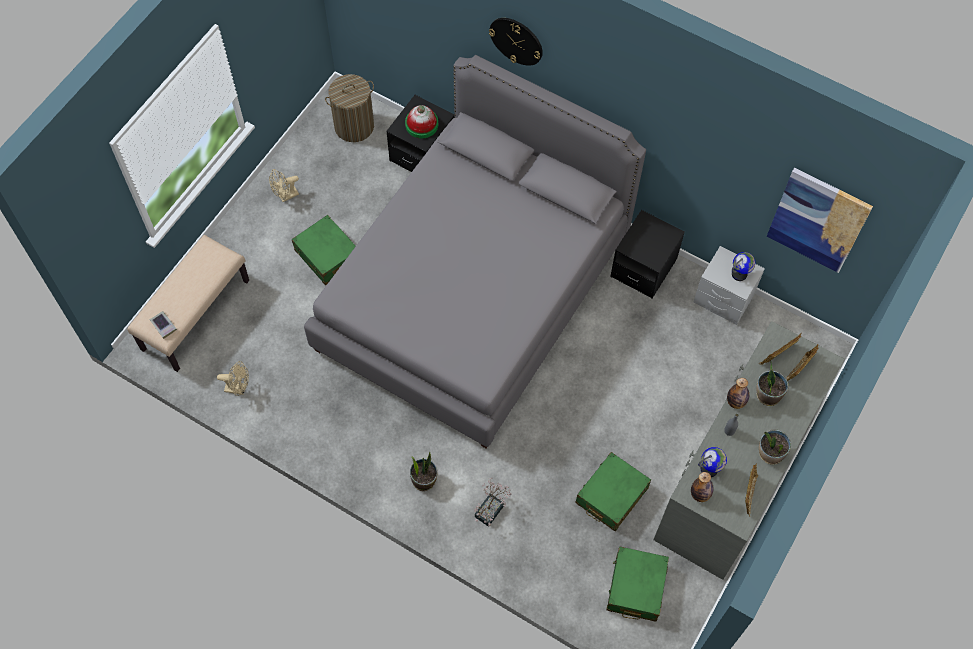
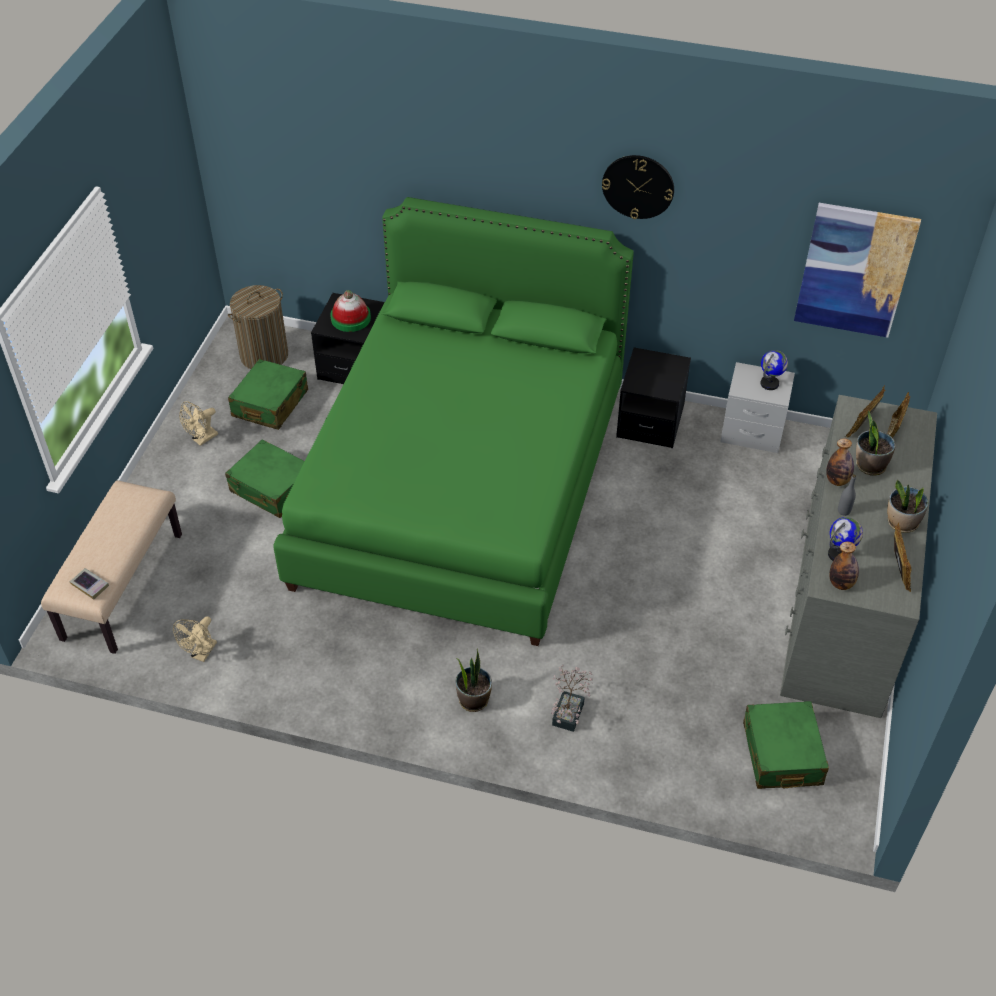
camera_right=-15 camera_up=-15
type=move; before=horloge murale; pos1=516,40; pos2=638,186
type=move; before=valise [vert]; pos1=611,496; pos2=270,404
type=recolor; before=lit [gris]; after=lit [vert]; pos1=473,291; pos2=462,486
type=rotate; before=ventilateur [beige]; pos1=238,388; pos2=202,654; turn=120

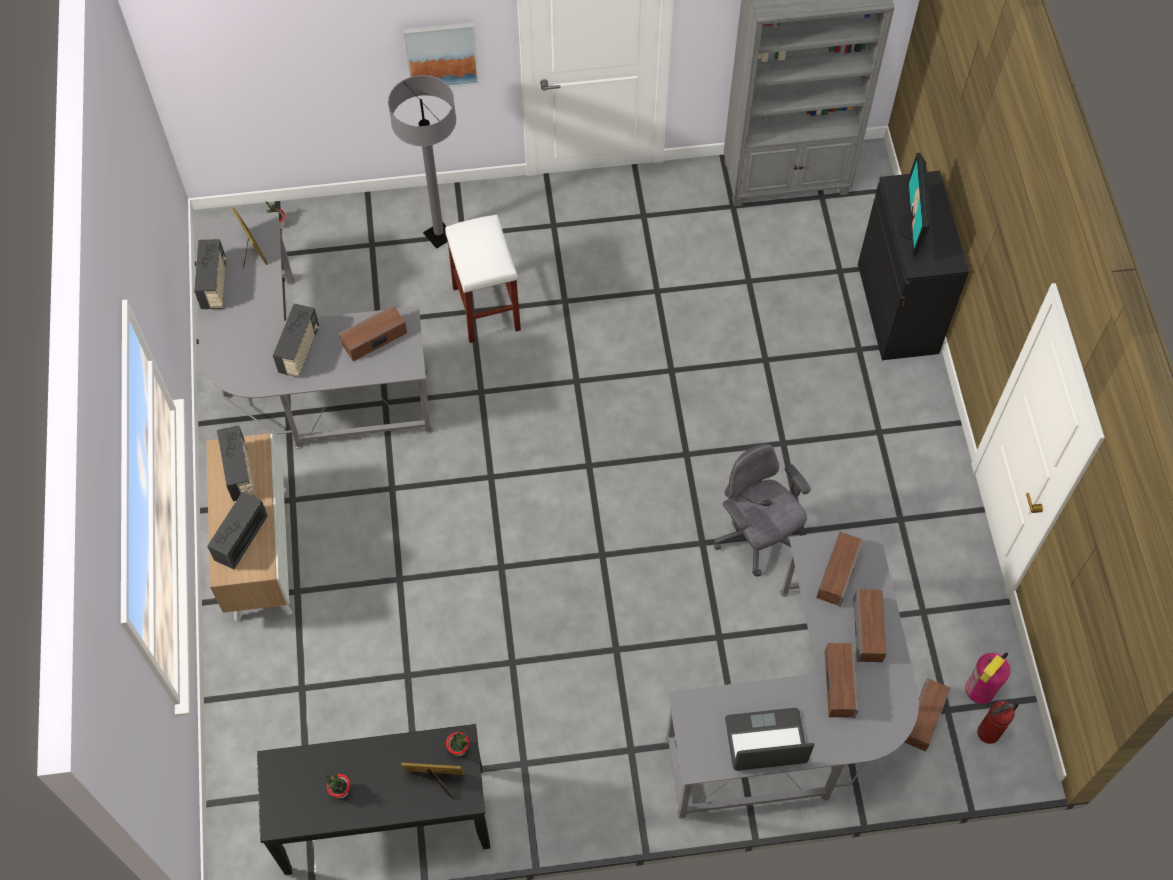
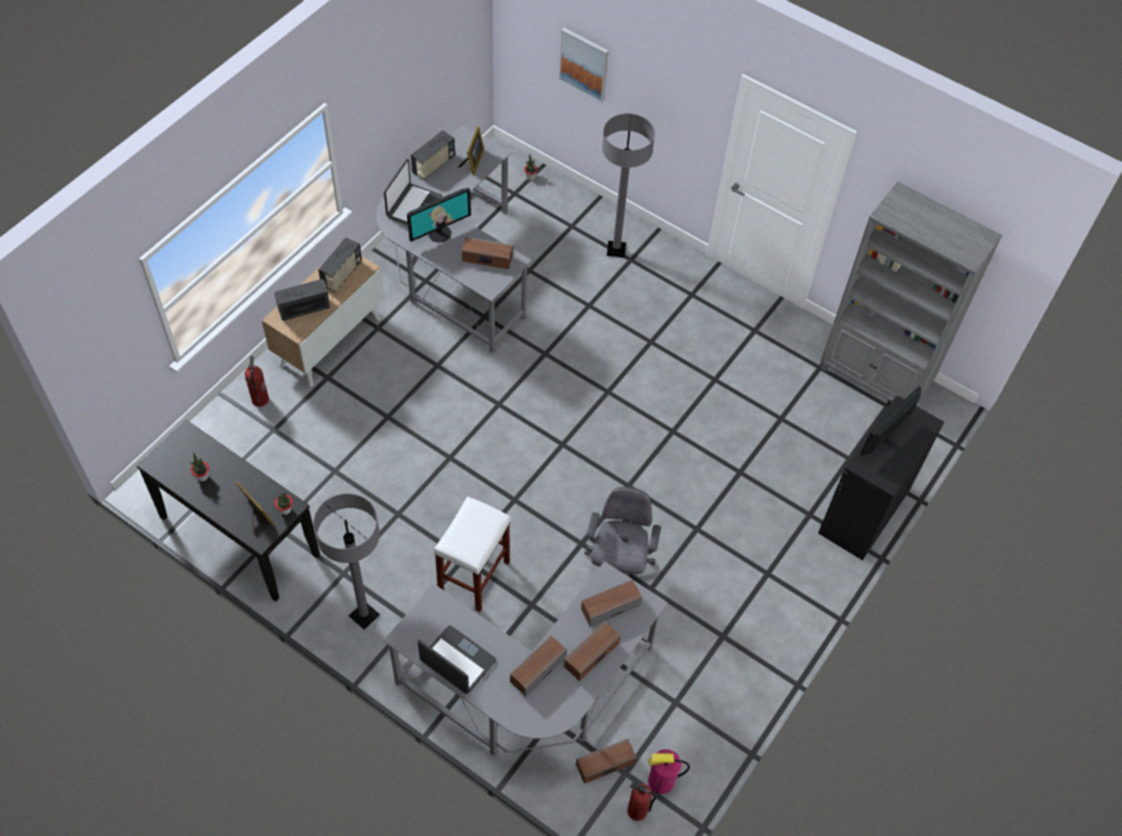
camera_right=40 camera_up=-5
type=insert; after=extincteur; pos2=260,399
type=insert; after=lampadaire [gris]; pos2=364,616
type=insert; after=ordinateur portable; pos2=413,206
type=move; before=tableau; pos1=441,54; pos2=584,64
type=move; before=tabouret [blanc]; pos1=487,309; pos2=474,577
type=replace; before=radio; after=écran d'ordinateur; pos1=299,350; pos2=439,233

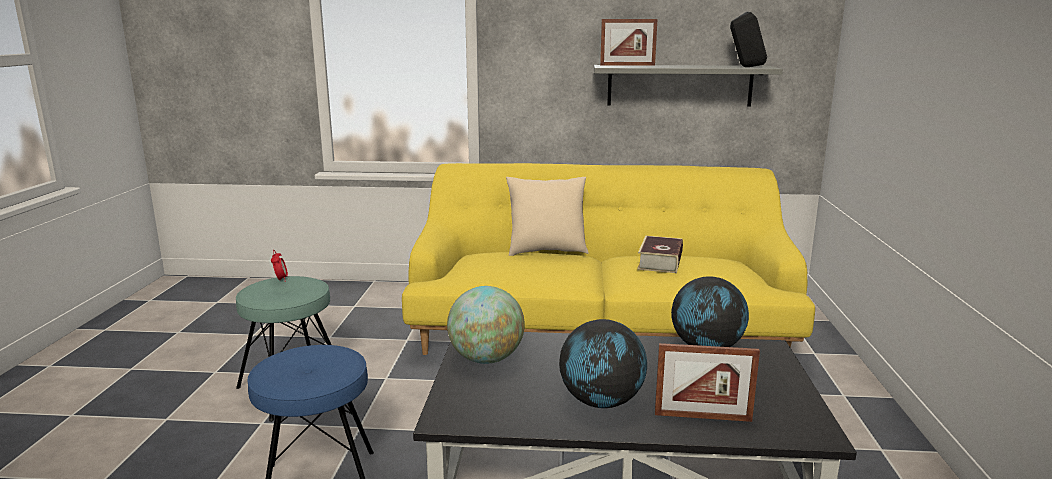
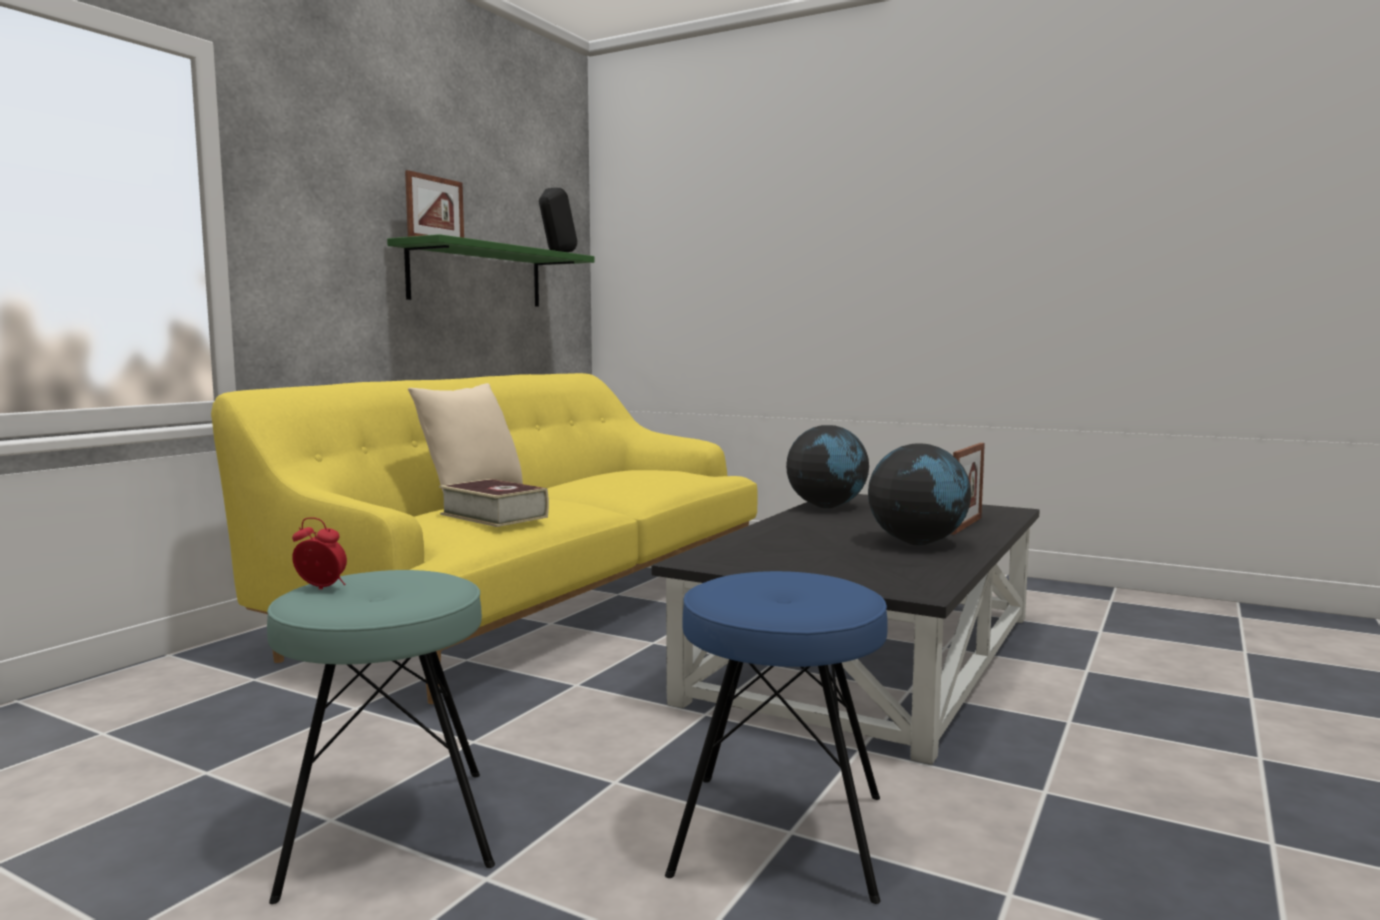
camera_right=-65 camera_up=-10
type=delete; before=globe; pos1=486,359
type=move; before=livre; pos1=660,262; pos2=494,516
type=recolor; before=étagère [gris]; after=étagère [vert]; pos1=679,85; pos2=477,276

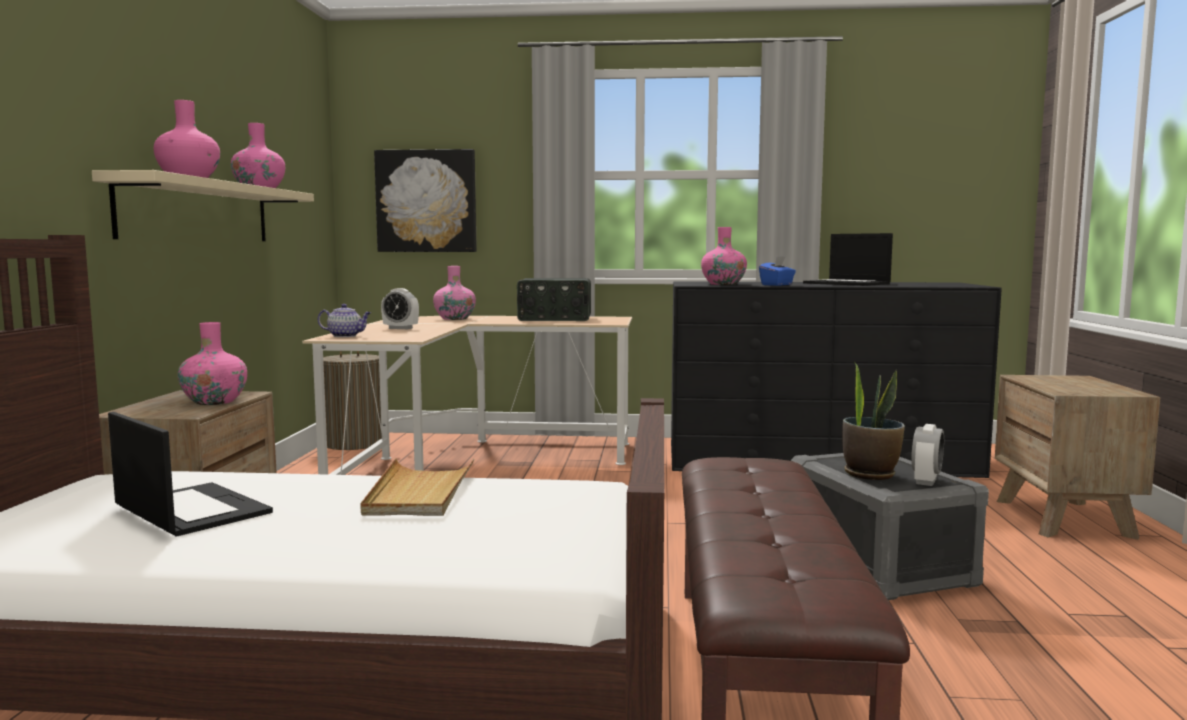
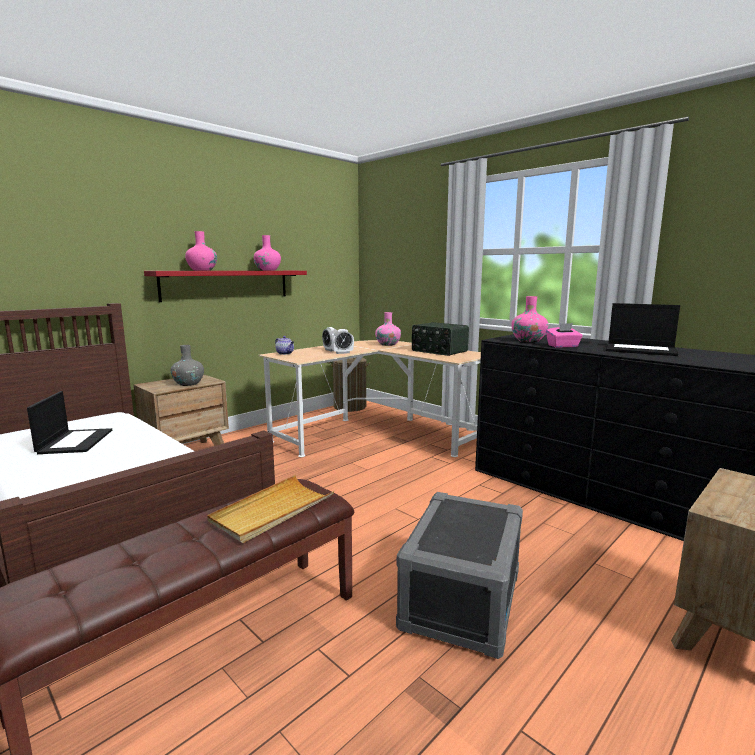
camera_right=40 camera_up=5
type=delete; before=tableau; pos1=426,201
type=delete; before=plante en pot; pos1=870,474
type=move; before=plateau [beige]; pos1=419,493; pos2=272,511
type=move; before=réveil; pos1=926,481; pos2=342,353
type=recolor; before=étagère [beige]; after=étagère [rouge]; pos1=198,212; pos2=227,284
type=recolor; before=vase [rose]; after=vase [gris]; pos1=215,401; pos2=188,383
type=recolor; before=boîte à mouchoirs [bleu]; after=boîte à mouchoirs [rose]; pos1=777,285; pos2=563,346
type=rotate; before=ordinateur portable; pos1=847,283; pos2=641,350; turn=-60

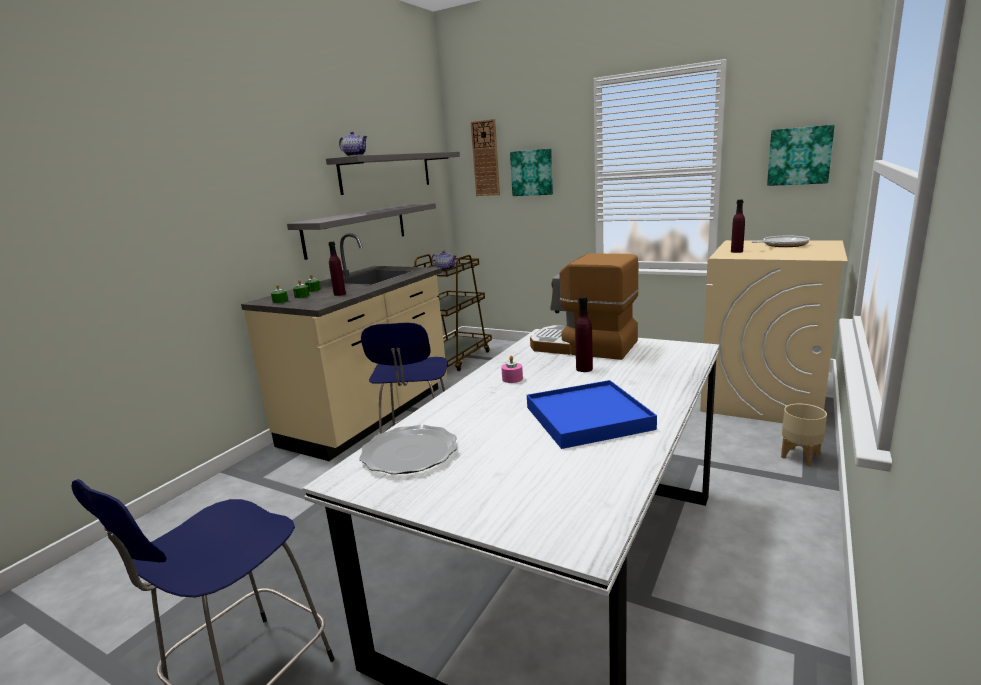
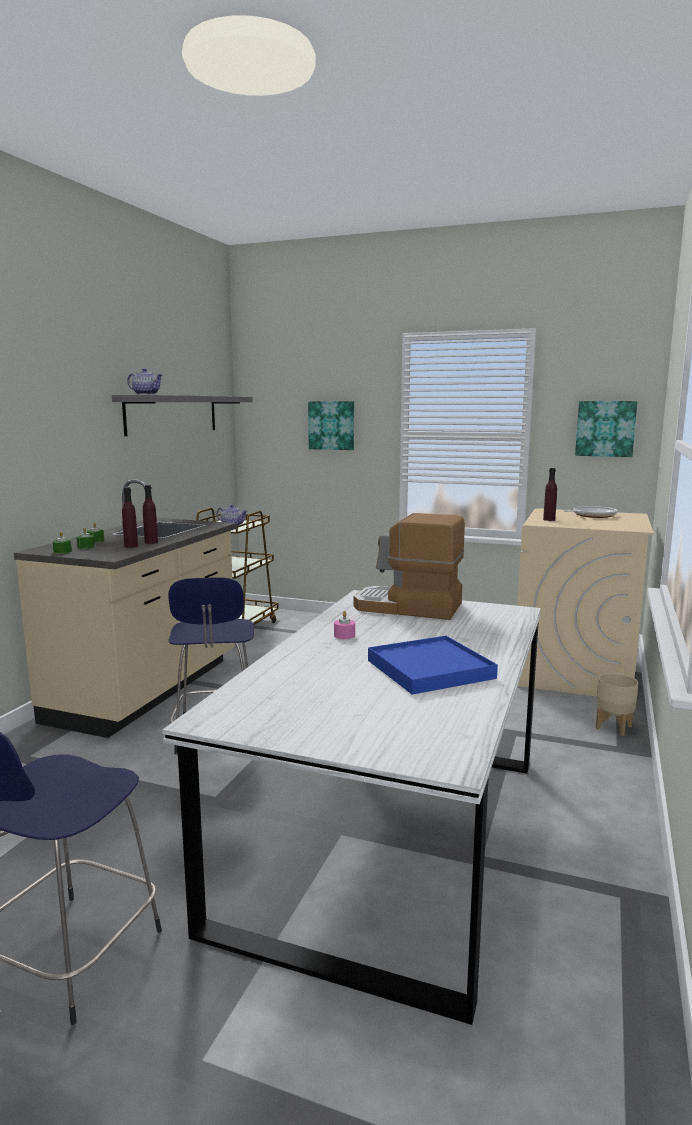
camera_right=-10 camera_up=-5
type=delete; before=étagère [gris]; pos1=356,229
type=delete; before=assiette; pos1=410,453
type=delete; before=horloge murale; pos1=485,158
type=move; before=bouteille [violet]; pos1=584,369; pos2=151,542

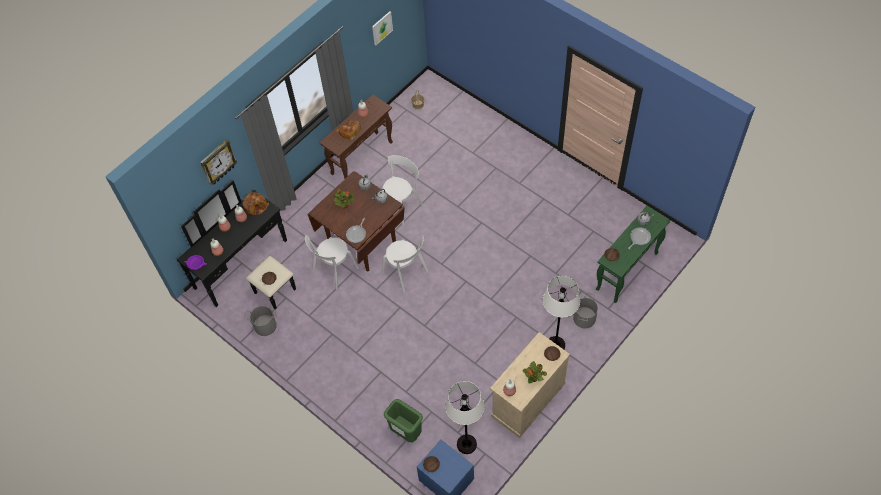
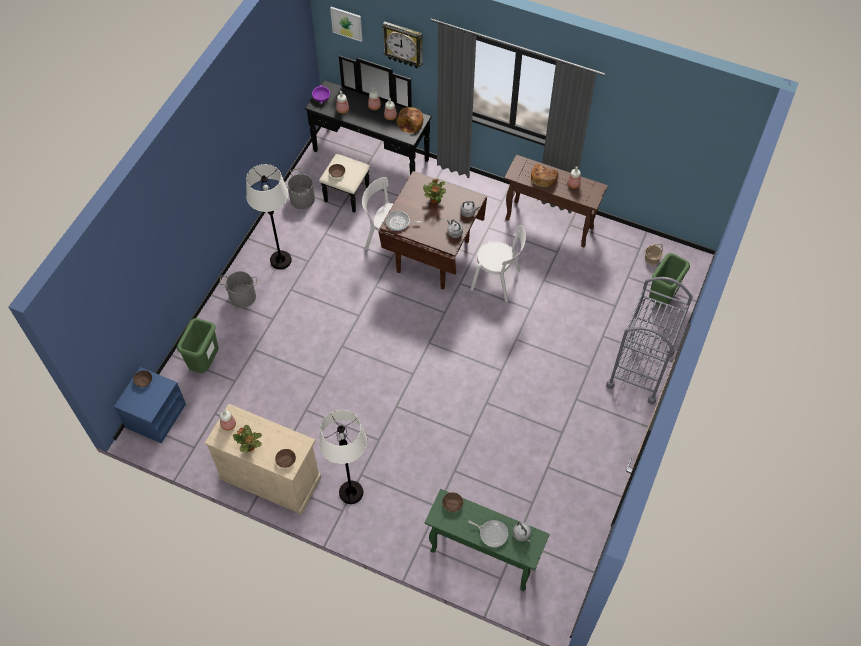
camera_right=70 camera_up=0
type=delete; before=chaise [blanc]; pos1=406,273
type=insert; after=chariot [gris]; pos2=640,369
type=insert; after=poubelle [vert]; pos2=662,298
type=move; before=tableau; pos1=382,28; pos2=347,23
type=move; before=lampadaire [blanc]; pos1=466,444; pos2=280,260
type=move; before=seau [gris]; pos1=584,318; pos2=242,296

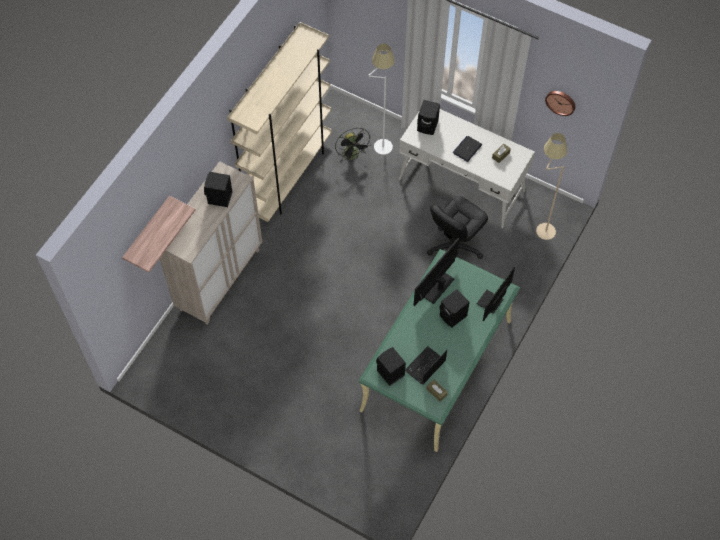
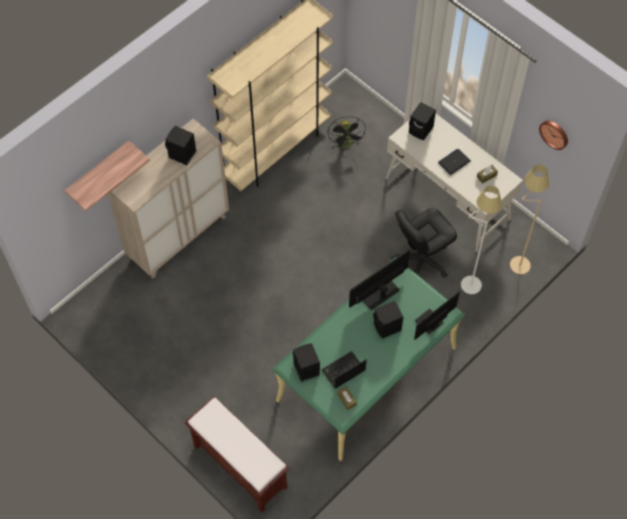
camera_right=15 camera_up=0
type=insert; after=banc [marron]; pos2=239,466
type=move; before=lampadaire [blanc]; pos1=381,139; pos2=471,276

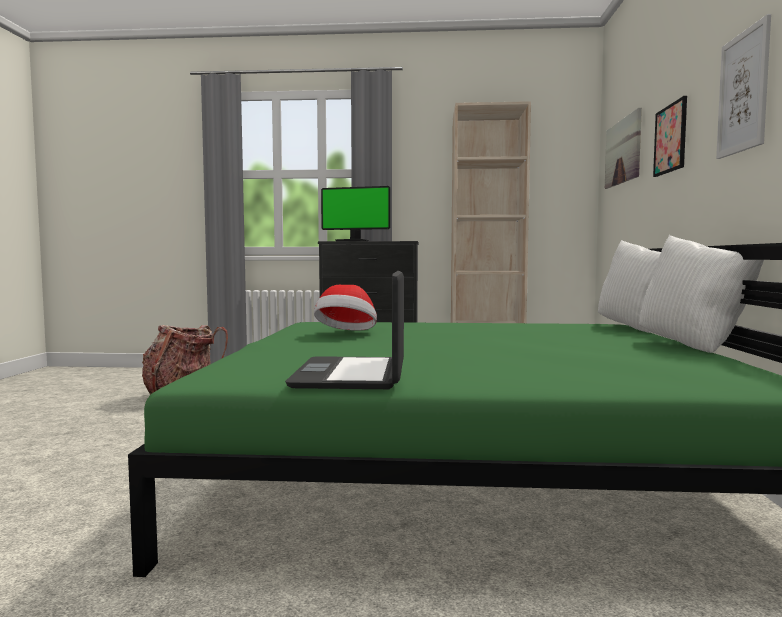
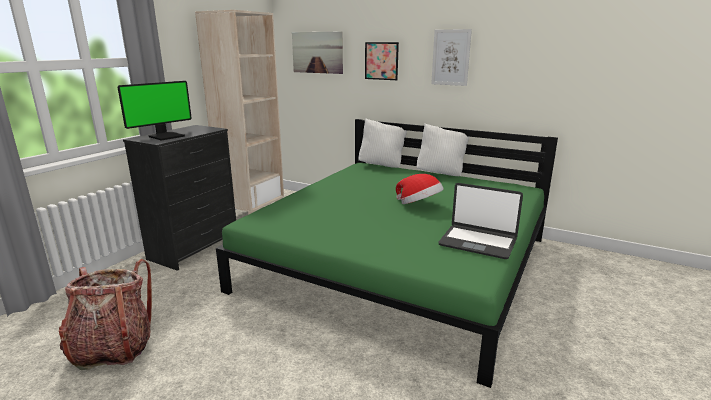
camera_right=-65 camera_up=15
type=move; before=chapeau; pos1=347,333; pos2=419,205

